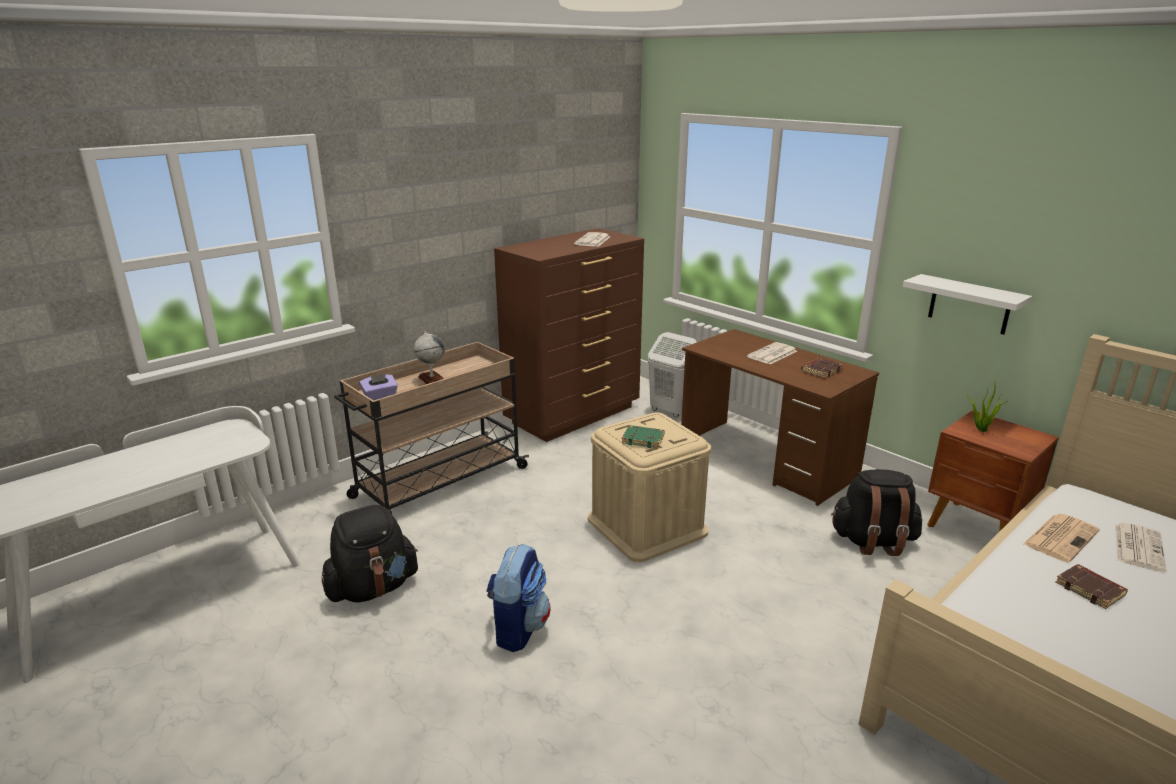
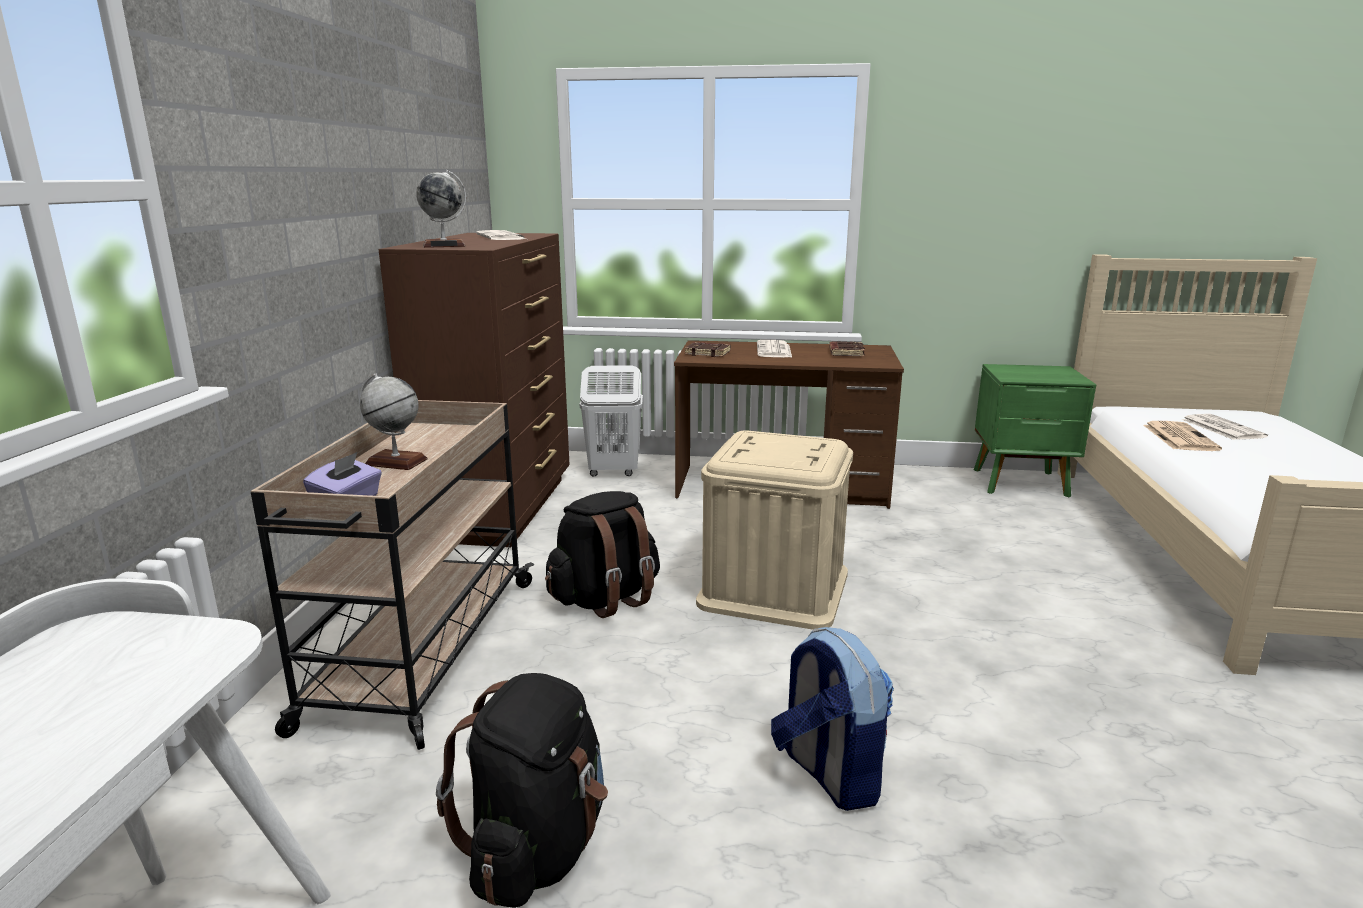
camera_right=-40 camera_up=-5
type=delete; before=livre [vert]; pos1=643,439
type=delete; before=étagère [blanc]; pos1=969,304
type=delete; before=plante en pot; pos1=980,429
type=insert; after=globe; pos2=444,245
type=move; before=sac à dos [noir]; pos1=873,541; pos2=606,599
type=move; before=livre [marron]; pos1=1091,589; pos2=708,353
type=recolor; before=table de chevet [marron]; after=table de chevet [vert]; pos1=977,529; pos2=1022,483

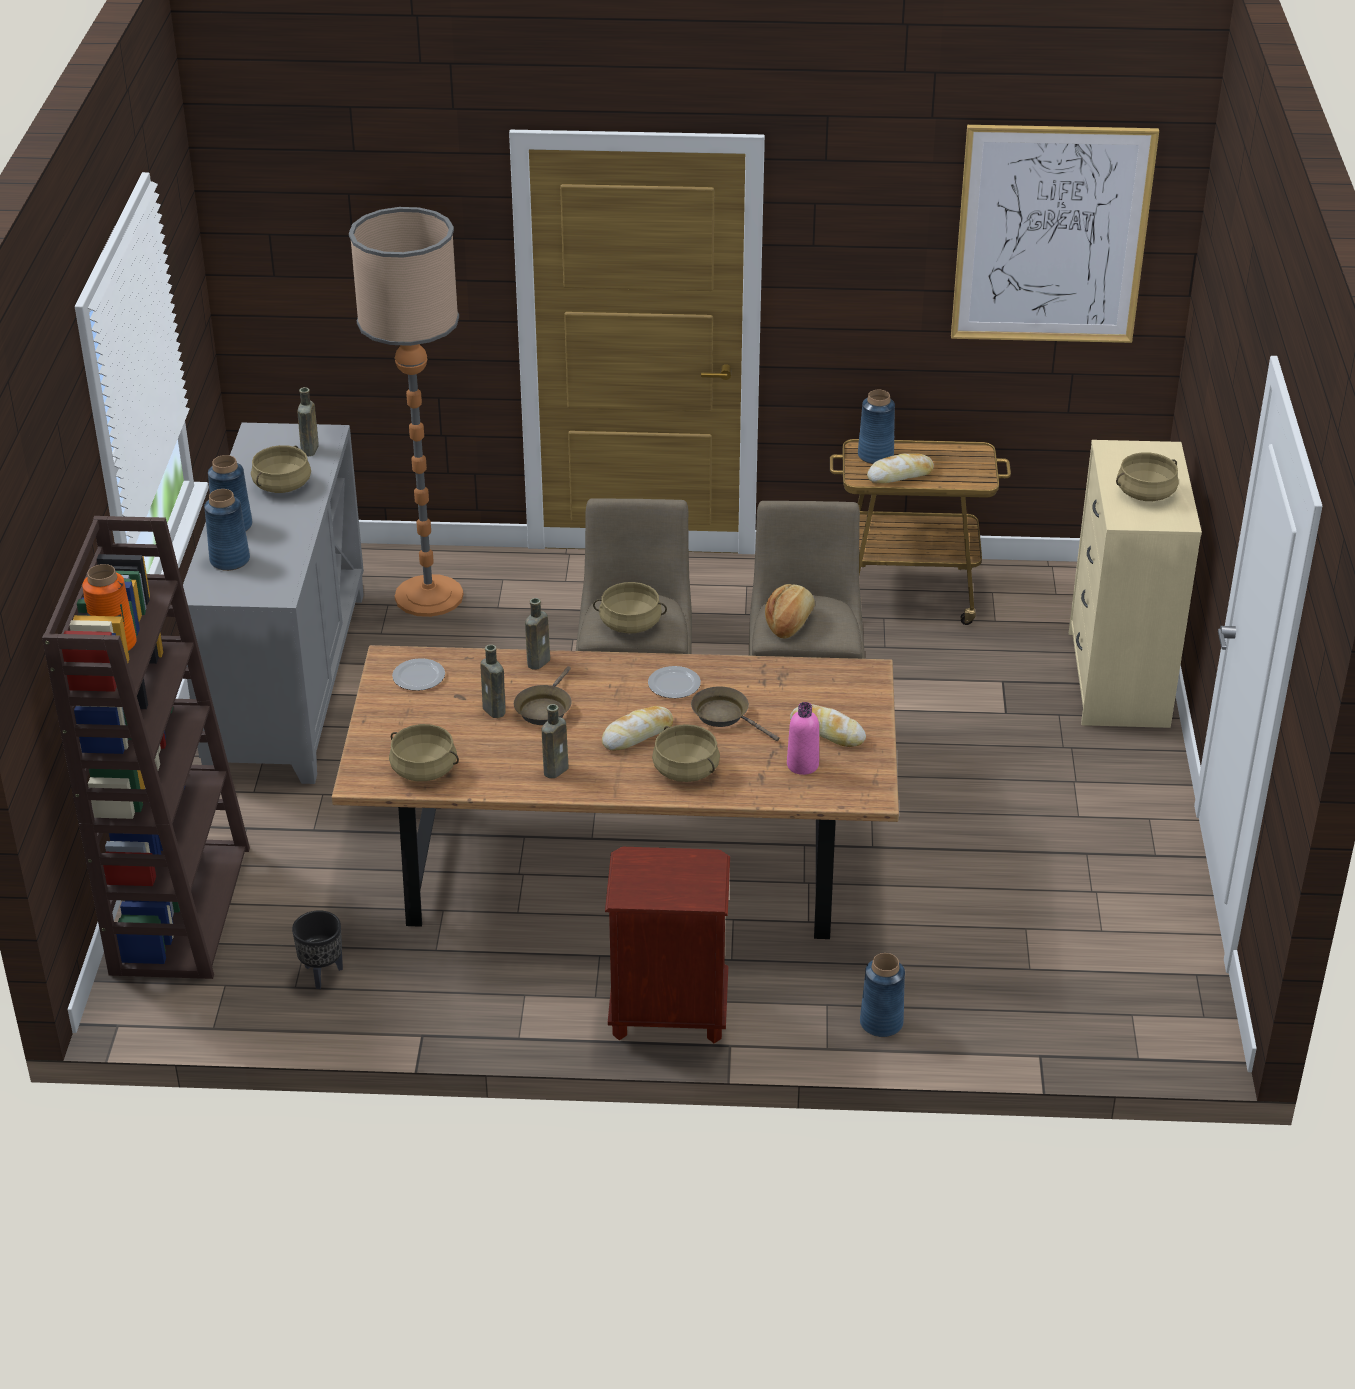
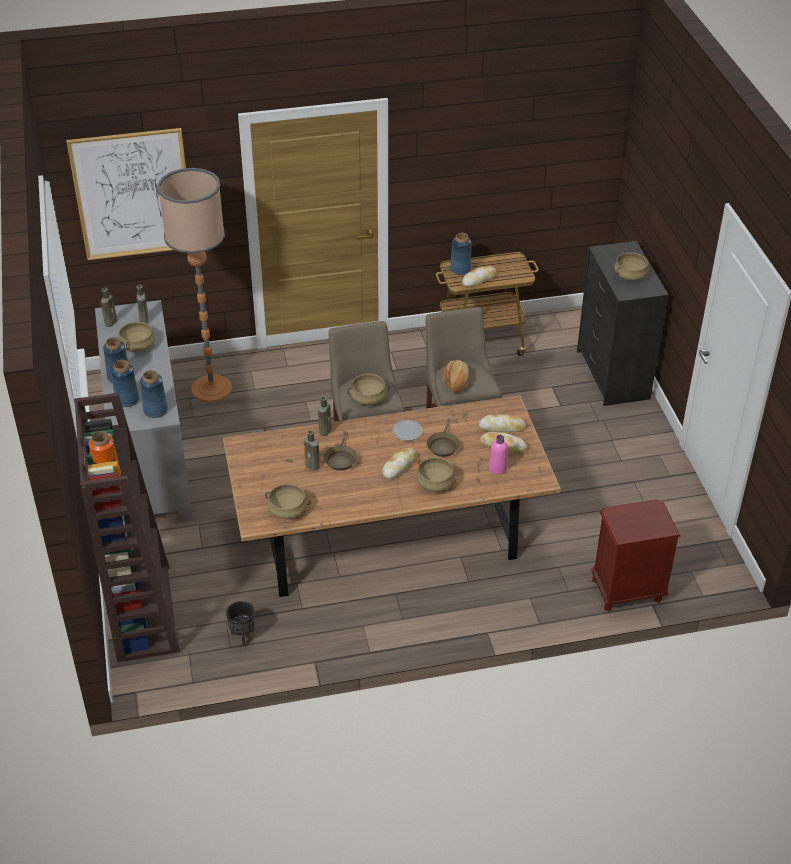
camera_right=-15 camera_up=5
type=delete; before=assiette; pos1=419,677
type=insert; after=pain; pos2=502,427
type=move; before=bouteille [marron]; pos1=557,769; pos2=111,322
type=move; before=table de chevet [marron]; pos1=668,1013; pos2=626,590
type=move; before=vase [bleu]; pos1=881,1023; pos2=155,410
type=move; before=tableau; pos1=1051,235; pos2=132,194
type=recolor; before=commode [beige]; after=commode [noir]; pos1=1116,679; pos2=612,375
type=rotate; before=poêle [marron]; pos1=724,716; pos2=443,446; turn=-105

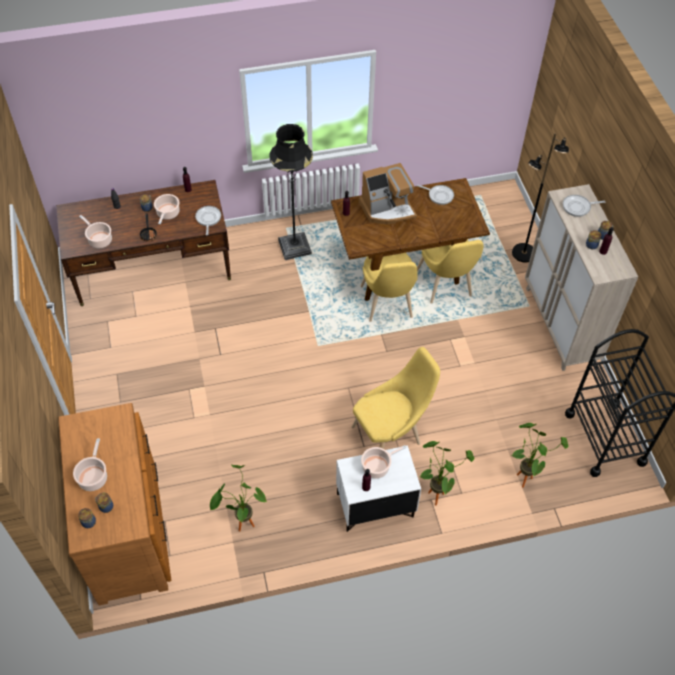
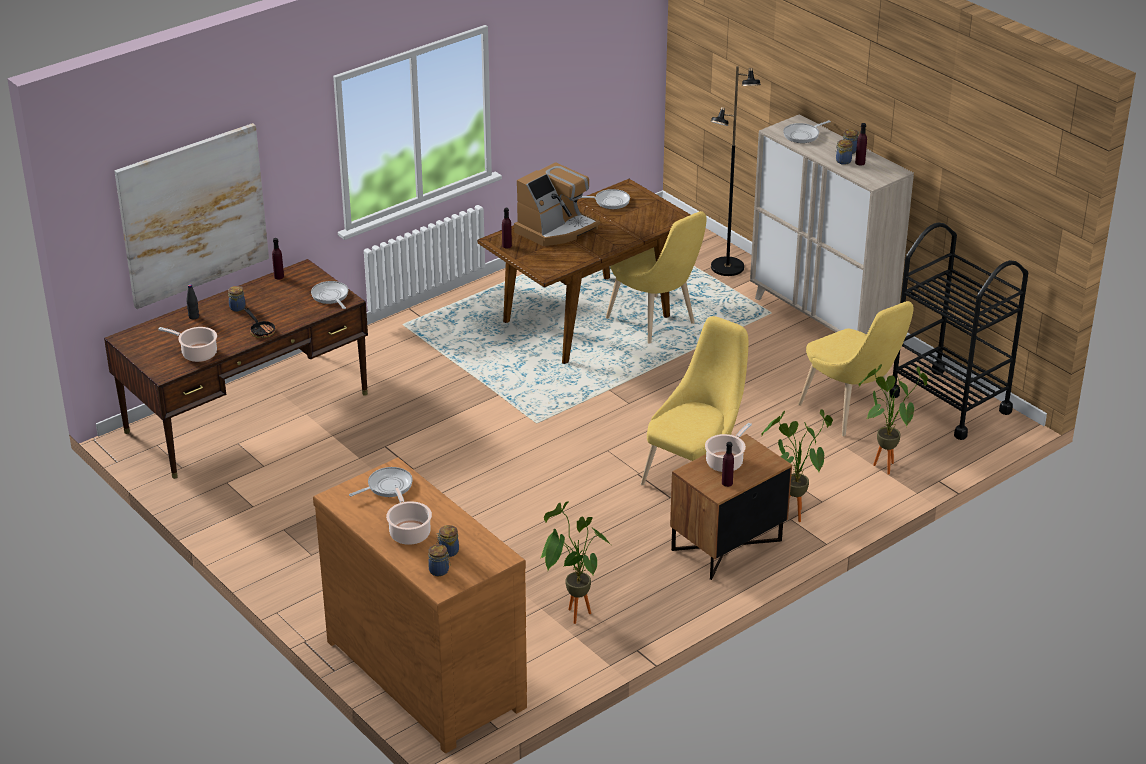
camera_right=-25 camera_up=-20
type=delete; before=marmite; pos1=167,214
type=delete; before=lampadaire [noir]; pos1=295,247
type=insert; after=tableau; pos2=193,215
type=insert; after=poêle; pos2=387,486
type=move; before=chaise [jaune]; pos1=388,305; pos2=850,413
type=recolor; before=table de chevet [blanc]; after=table de chevet [marron]; pos1=375,506; pos2=727,546

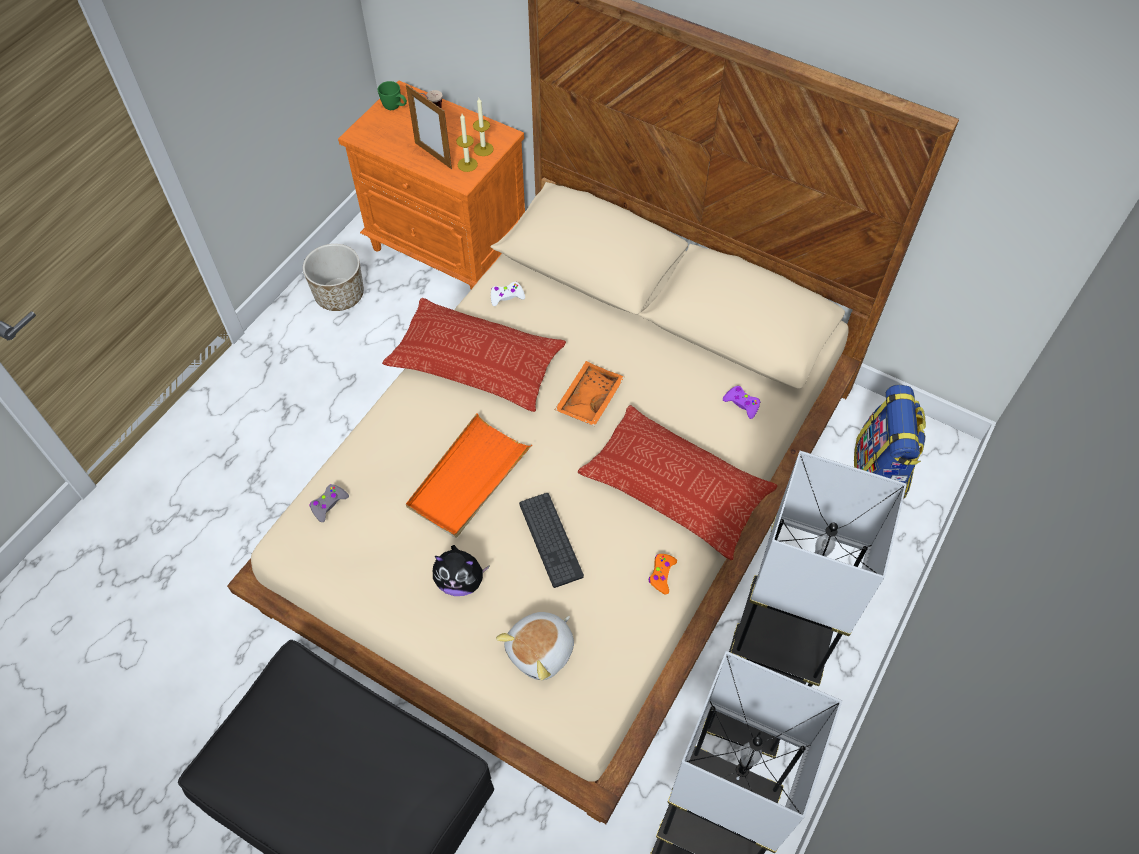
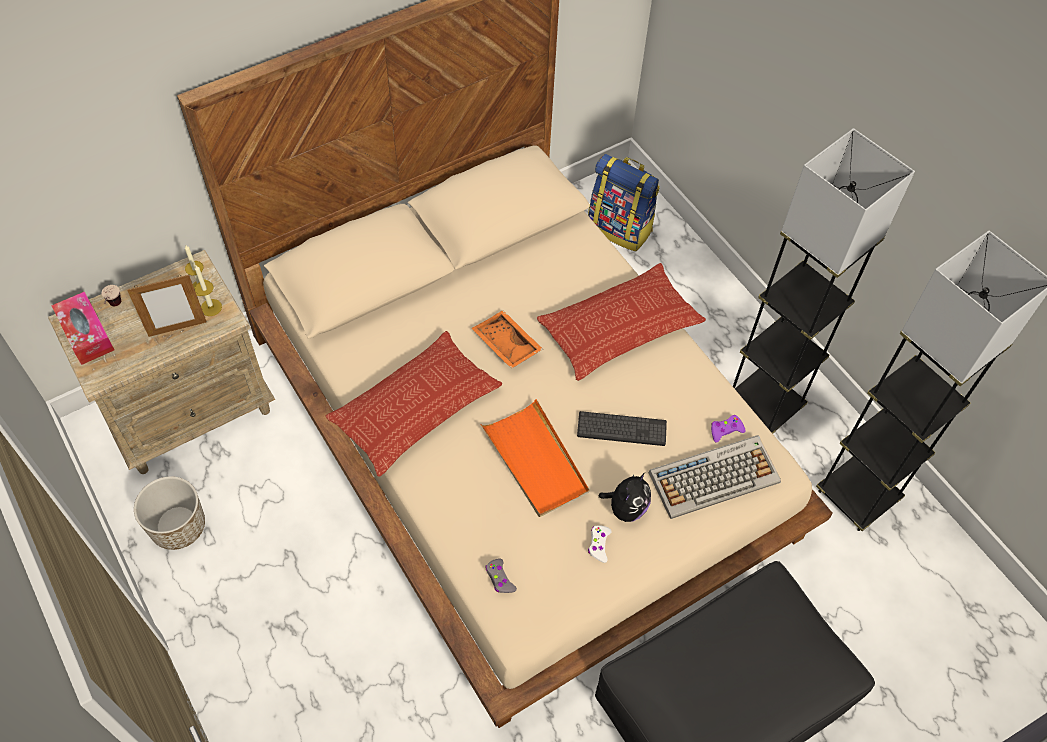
camera_right=-65 camera_up=0
type=delete; before=manette [orange]; pos1=661,575
type=move; before=manette [blanc]; pos1=506,296; pos2=599,545
type=move; before=manette [violet]; pos1=742,404; pos2=725,430
type=replace; before=mug [vert]; after=boîte à mouchoirs; pos1=395,108; pos2=86,334
type=replace; before=peluche; after=clavier; pos1=541,651; pos2=714,476
type=recolor; before=table de chevet [orange]; after=table de chevet [beige]; pos1=449,247; pos2=191,409

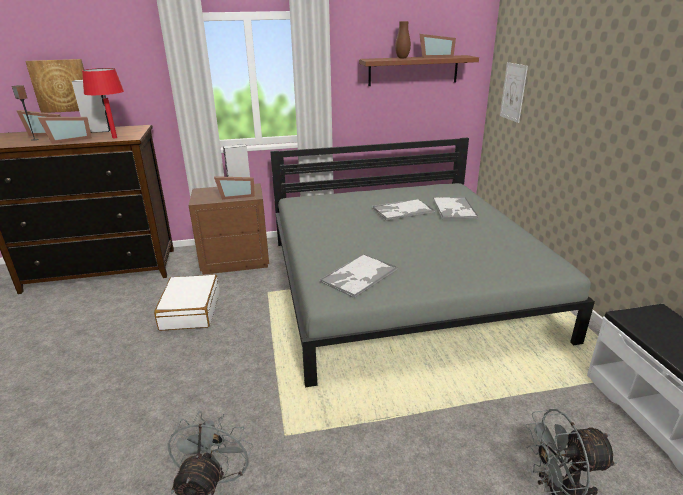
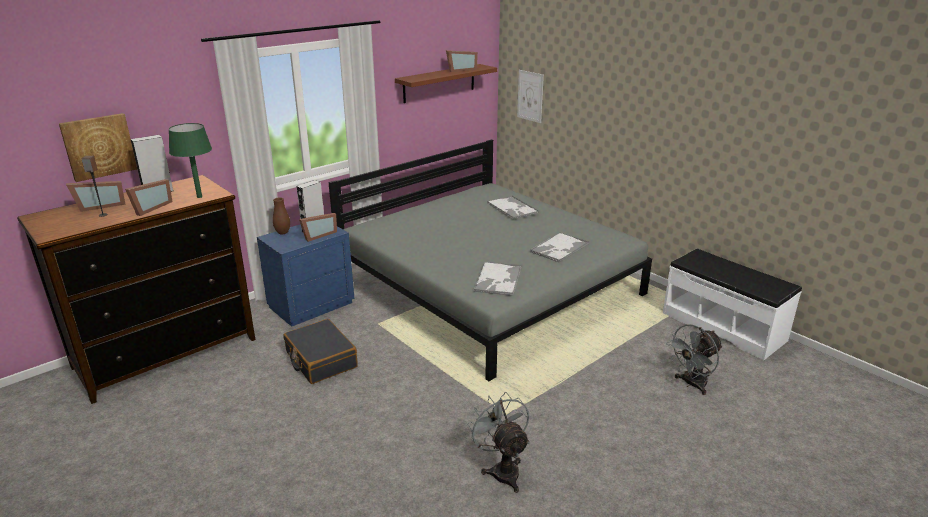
camera_right=-30 camera_up=0
type=move; before=plateau; pos1=402,210; pos2=559,248
type=move; before=vase [marron]; pos1=402,58; pos2=283,233
type=recolor; before=lampe de table [rouge]; after=lampe de table [vert]; pos1=114,137; pos2=199,197
type=recolor; before=valise [blanc]; after=valise [noir]; pos1=190,311; pos2=320,360
type=recolor; before=table de chevet [marron]; after=table de chevet [bleu]; pos1=235,260; pos2=311,305

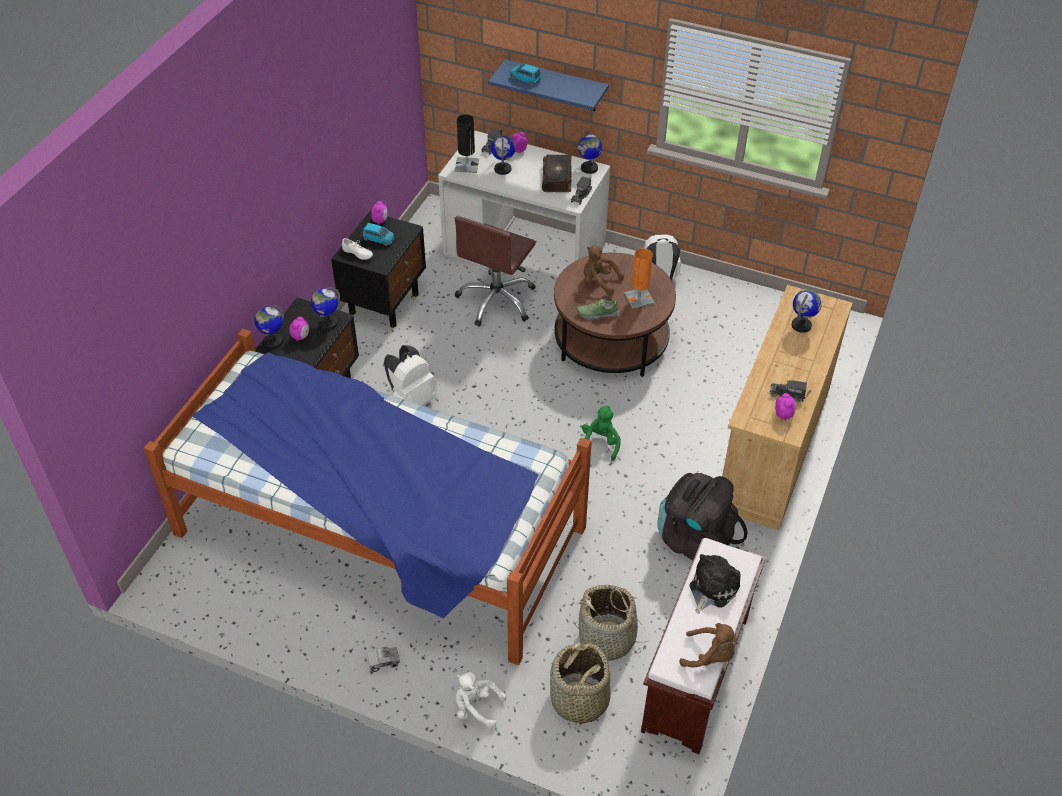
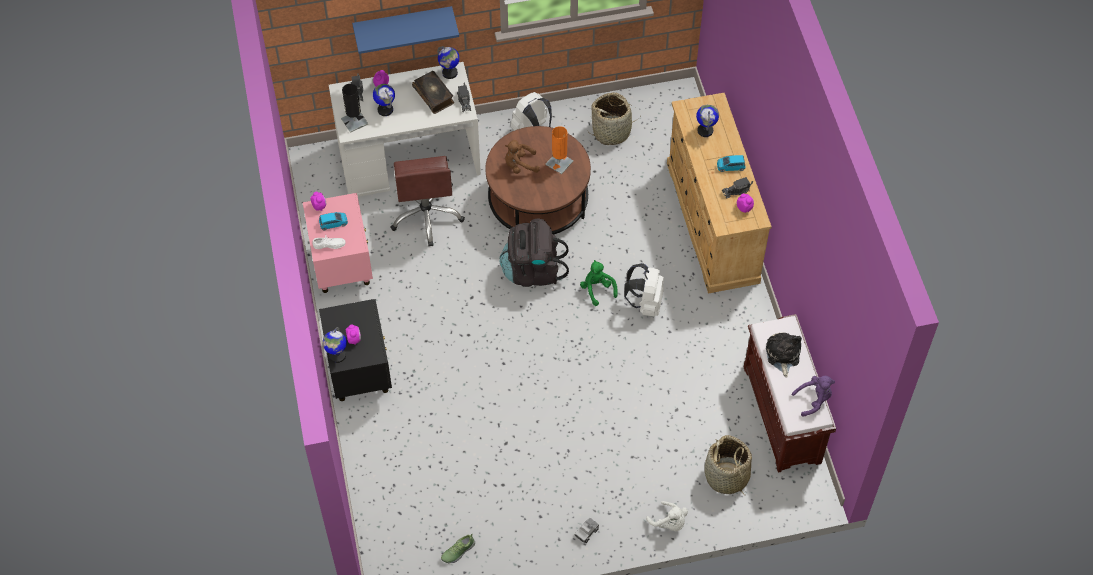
camera_right=-35 camera_up=10
type=delete; before=lit; pos1=379,533
type=delete; before=globe; pos1=328,323
type=move; before=sac à dos [blanc]; pos1=411,401; pos2=645,303
type=move; before=petite voiture [bleu]; pos1=525,79; pos2=730,166
type=move; before=panier; pos1=607,639; pos2=612,131
type=move; before=chaussure; pos1=597,313; pos2=457,551
type=move; before=sac à dos [noir]; pos1=695,540; pos2=532,270
type=recolor; before=table de chevet [noir]; after=table de chevet [rose]; pos1=384,302; pos2=342,267
type=recolor; before=peluche [marron]; after=peluche [violet]; pos1=710,656; pos2=814,400
type=rotate; before=peluche [blanc]; pos1=476,708; pos2=669,523; turn=-120

